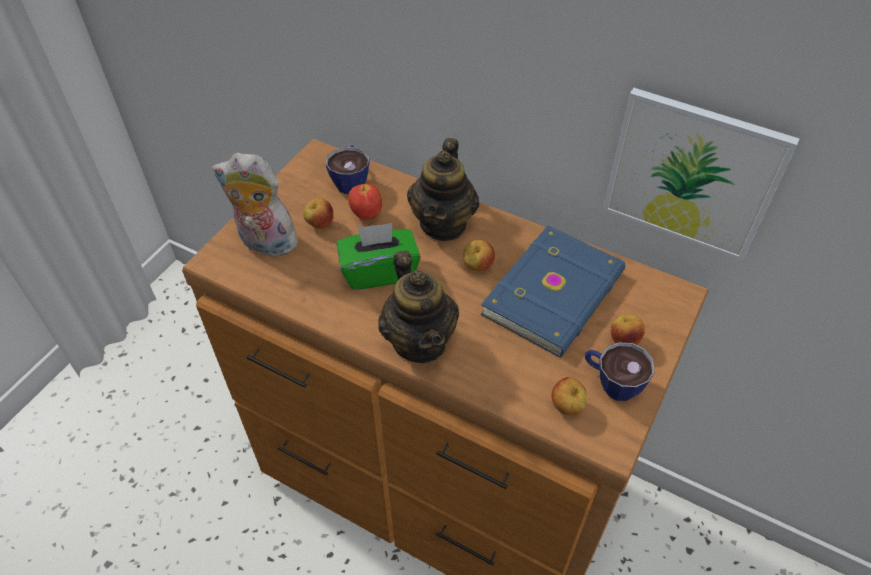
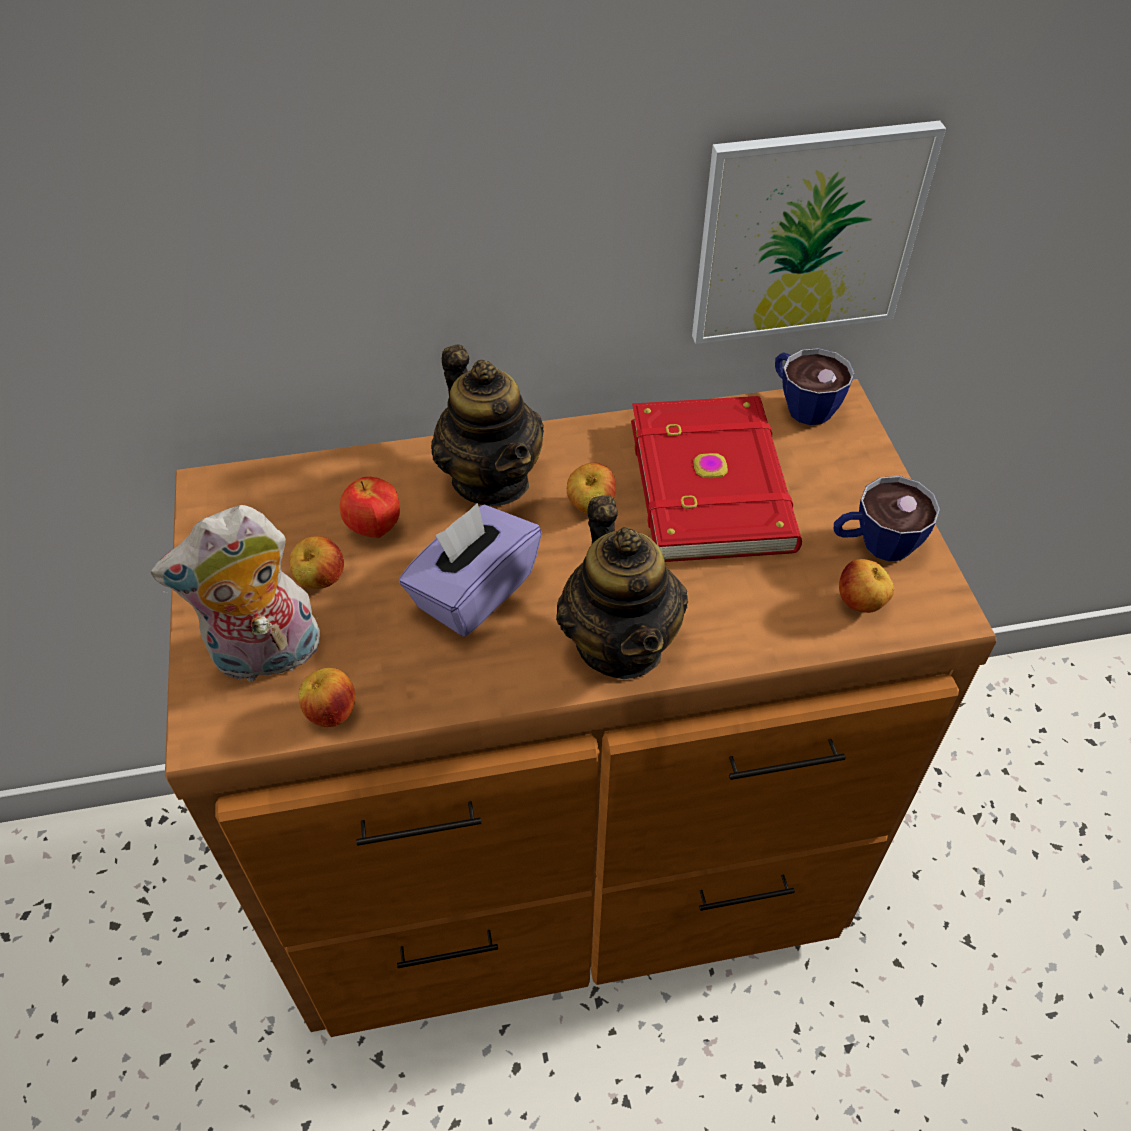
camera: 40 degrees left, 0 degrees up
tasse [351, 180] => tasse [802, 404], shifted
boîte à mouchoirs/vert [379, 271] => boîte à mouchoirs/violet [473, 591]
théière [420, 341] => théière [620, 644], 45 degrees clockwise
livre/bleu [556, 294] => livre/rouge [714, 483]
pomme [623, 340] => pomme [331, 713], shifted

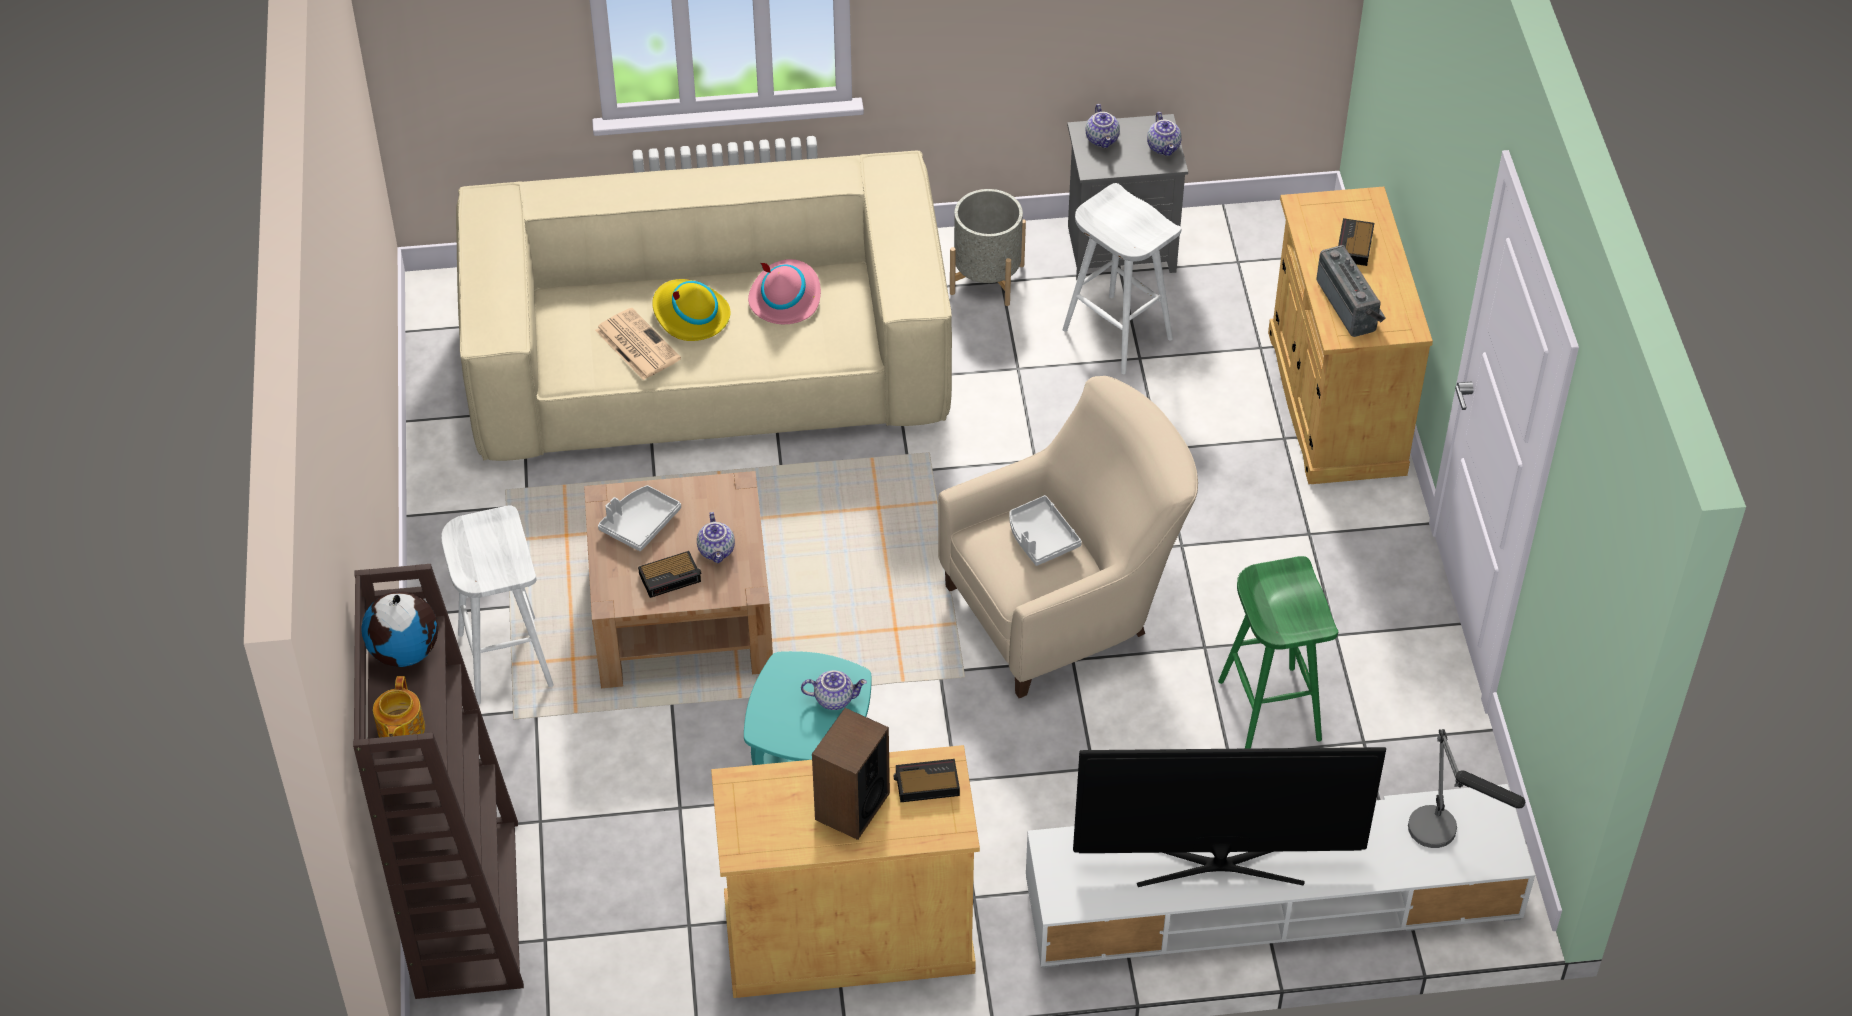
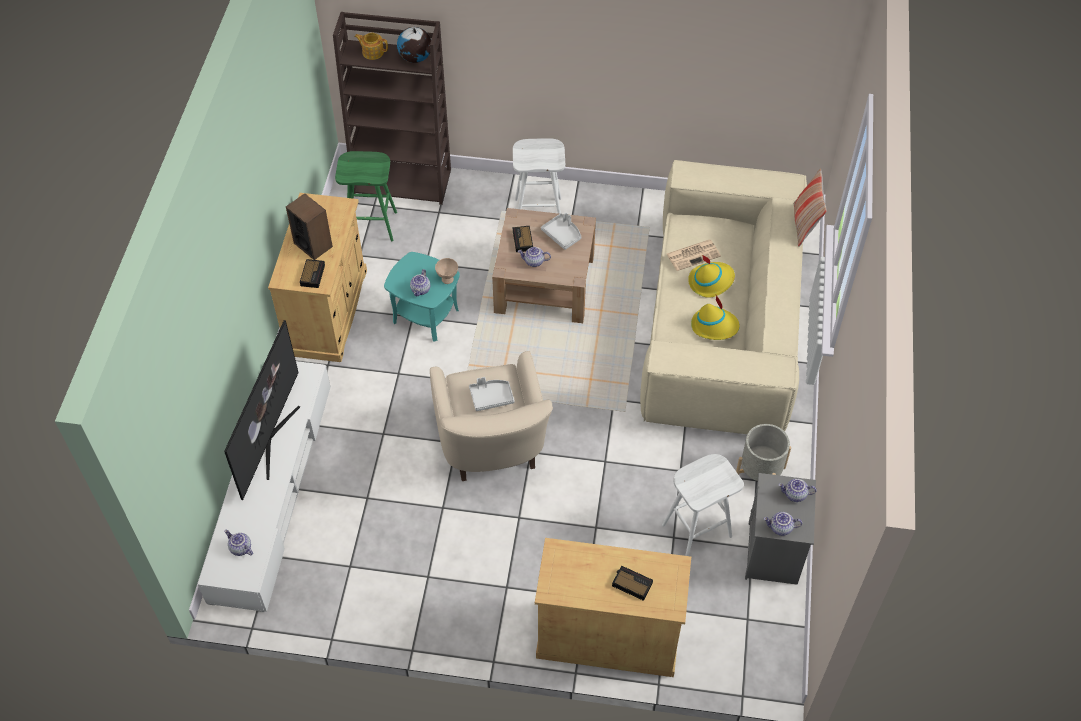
camera: 105 degrees right, 5 degrees up
chapeau/rose [785, 297] => chapeau/jaune [714, 326]
tabouret/vert [1267, 709] => tabouret/vert [372, 225], shifted
radio [1350, 305] => nothing
lampe de table [1444, 836] => théière [240, 548]
nothing => bol/beige [447, 279]
nothing => coussin [804, 225]

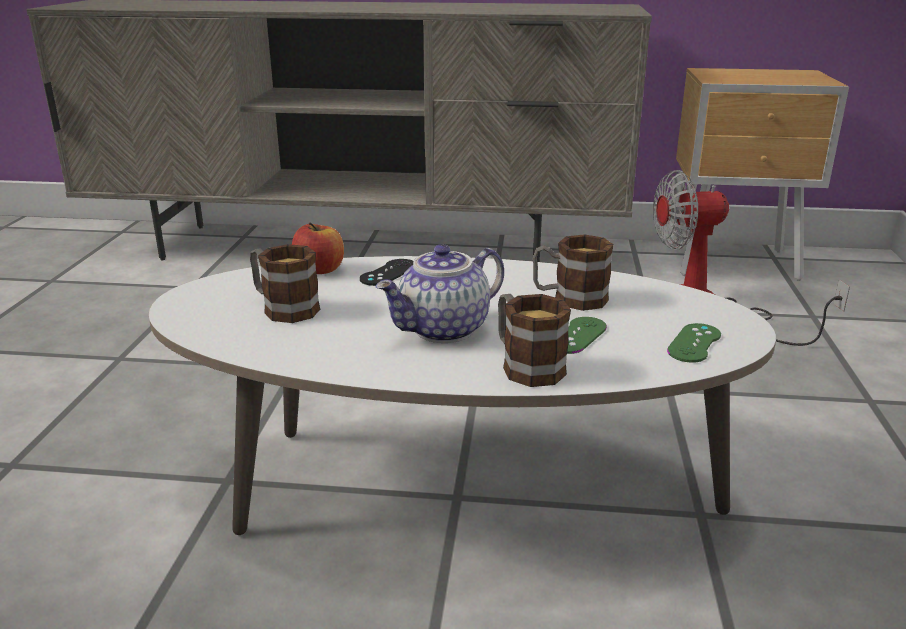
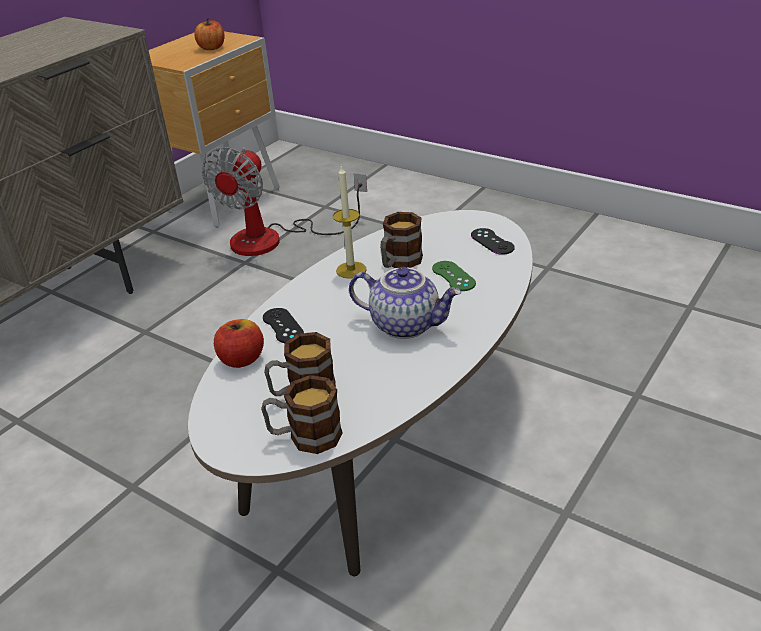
camera: 60 degrees left, 10 degrees up
théière [444, 331] => théière [406, 324], 60 degrees counterclockwise
mug [525, 365] => mug [305, 436], shifted
manette/vert [694, 343] => manette/noir [492, 241]
nothing => pomme [212, 48]
nothing => bougie [351, 270]

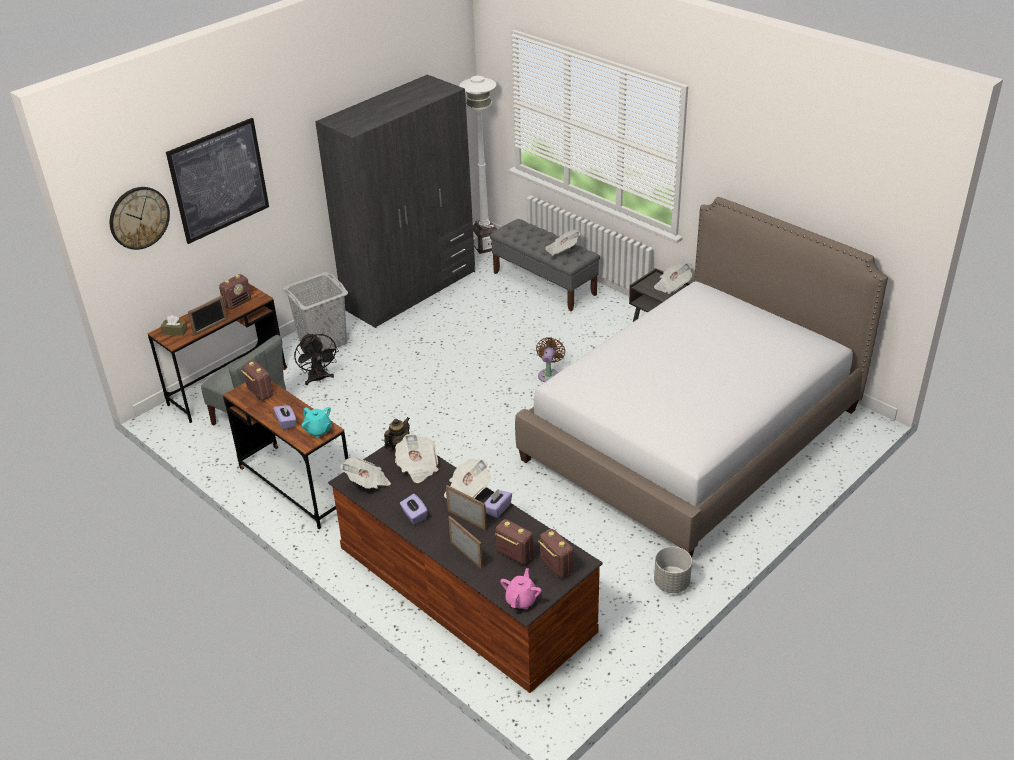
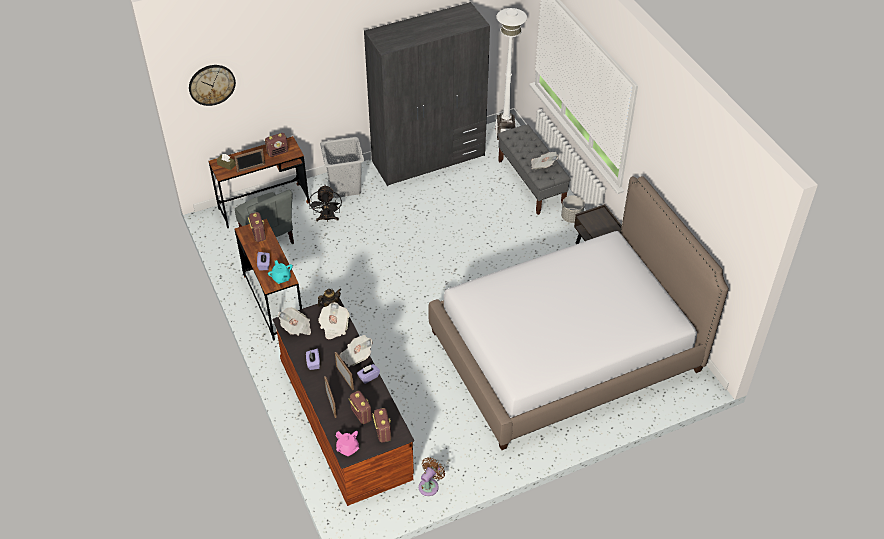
camera: 20 degrees right, 10 degrees up
tableau [219, 180] => nothing
théière/rose [521, 600] => théière/rose [348, 449], 90 degrees clockwise
ventilateur/marron [549, 374] => ventilateur/marron [430, 485], shifted
journal [672, 286] => nothing
cache-pot/gris [671, 583] => cache-pot/gris [572, 217], shifted

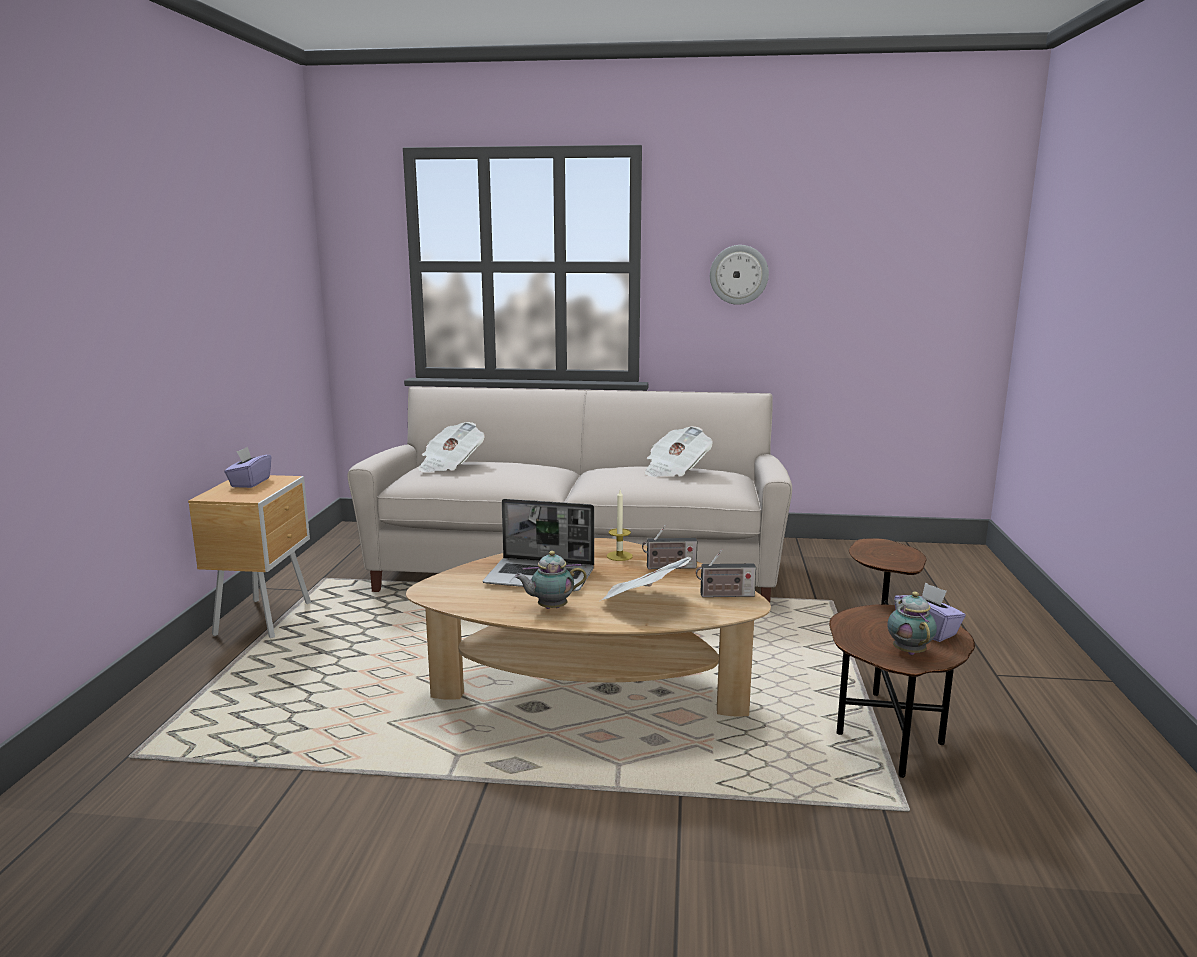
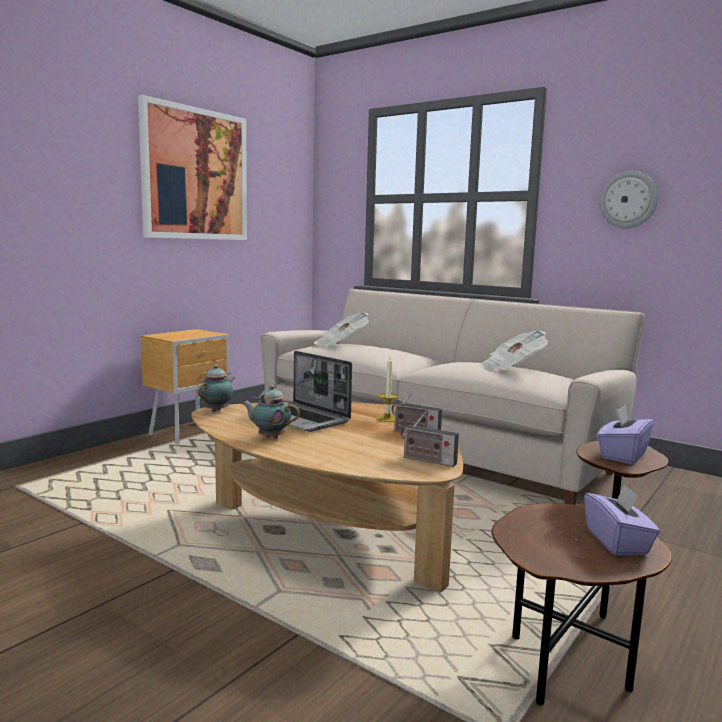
camera: 30 degrees right, 5 degrees down
boîte à mouchoirs/violet [250, 483] => boîte à mouchoirs/violet [622, 455], shifted
journal [643, 602] => nothing
théière [908, 651] => théière [217, 410], shifted
nothing => tableau [195, 174]

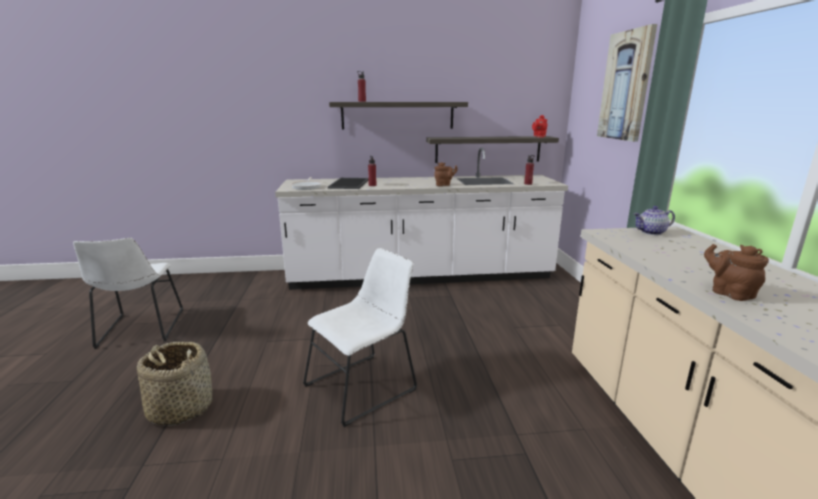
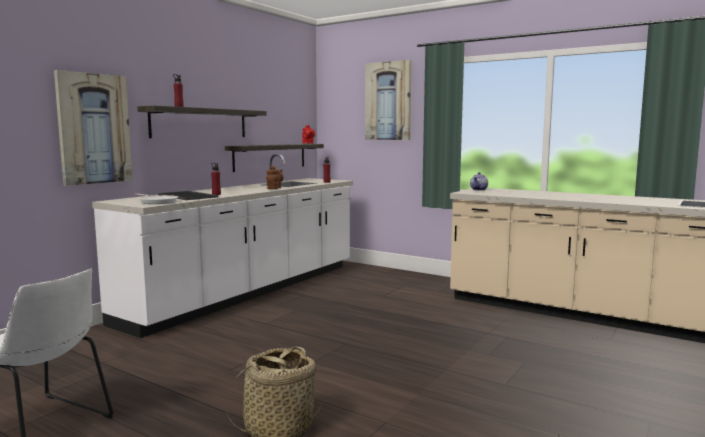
camera: 50 degrees left, 10 degrees down
chaise/blanc [364, 386] => nothing
théière/marron [729, 293] => nothing
nothing => tableau [94, 129]

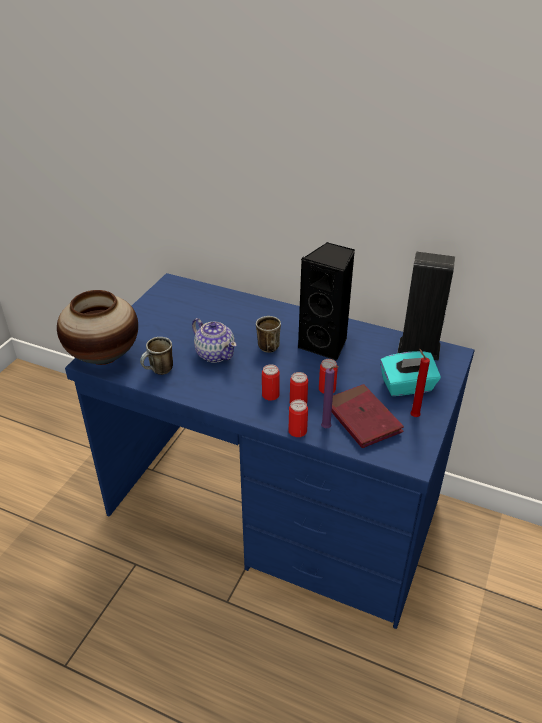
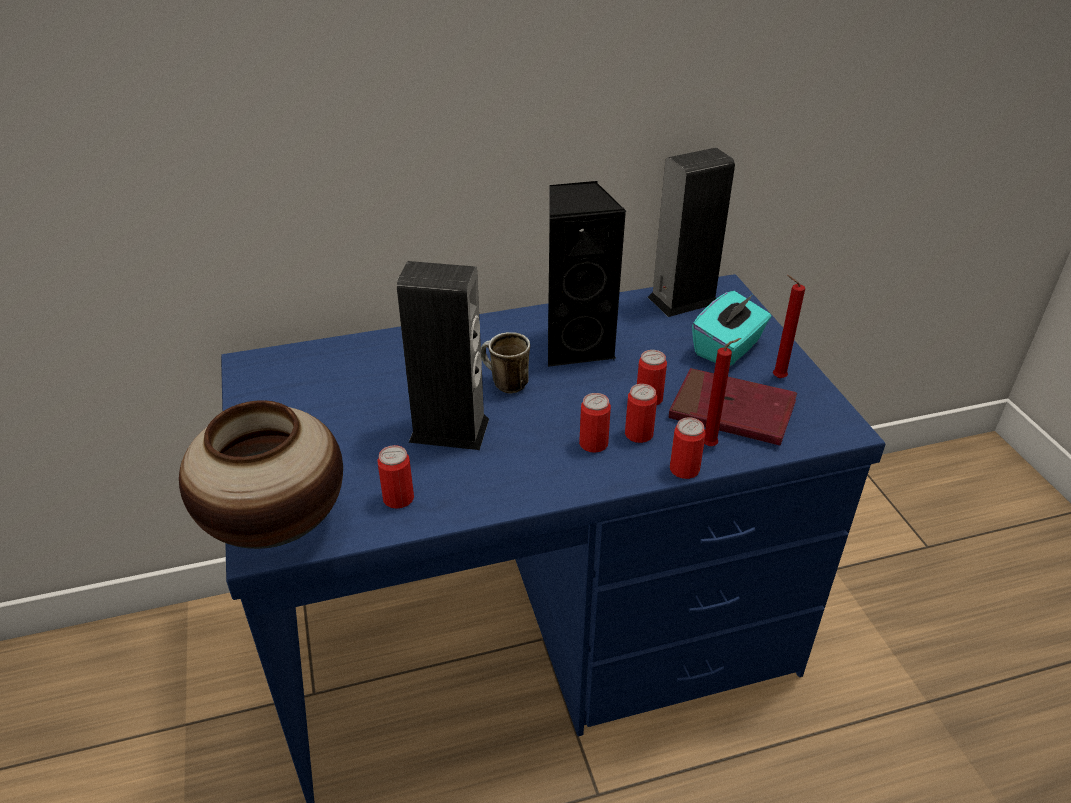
camera: 40 degrees left, 0 degrees up
mug [159, 371] => boîte métallique [398, 498]
théière [215, 354] => enceinte [449, 430]
bougie/violet [327, 428] => bougie/rouge [712, 445]

